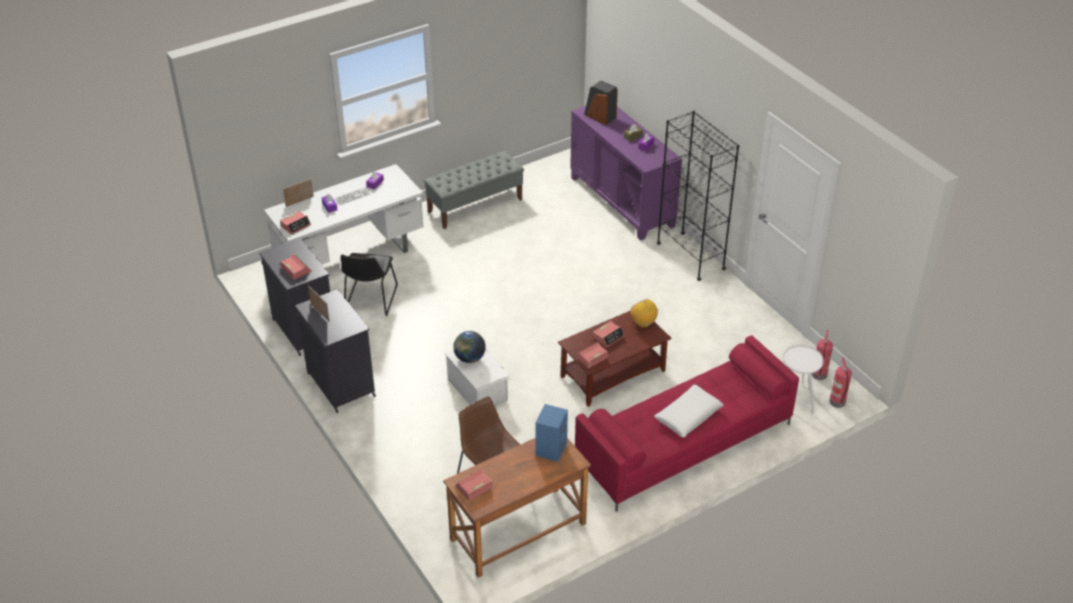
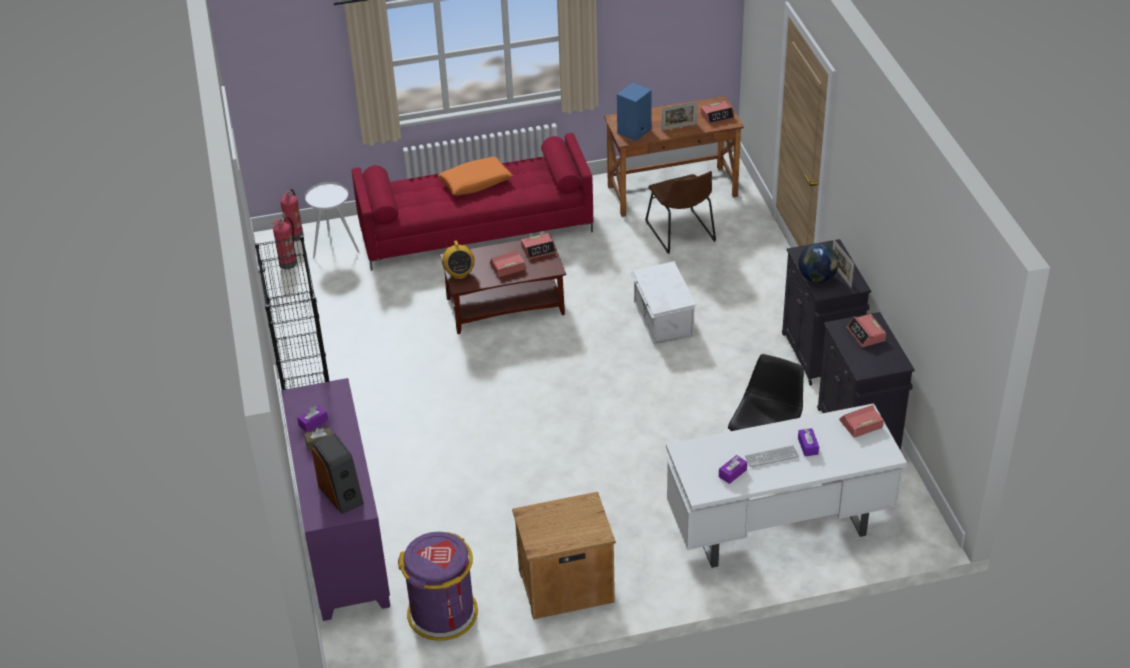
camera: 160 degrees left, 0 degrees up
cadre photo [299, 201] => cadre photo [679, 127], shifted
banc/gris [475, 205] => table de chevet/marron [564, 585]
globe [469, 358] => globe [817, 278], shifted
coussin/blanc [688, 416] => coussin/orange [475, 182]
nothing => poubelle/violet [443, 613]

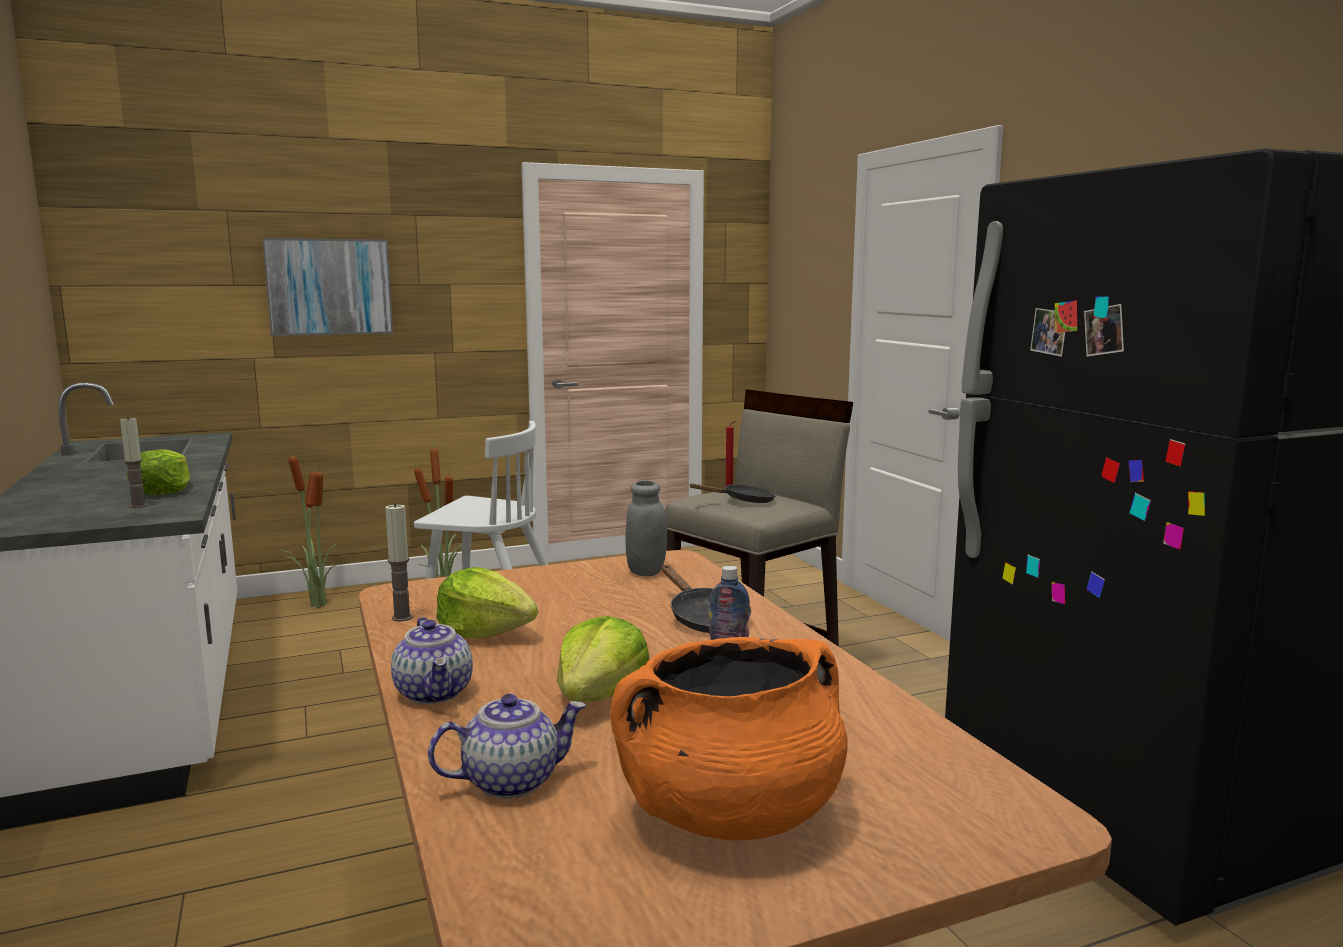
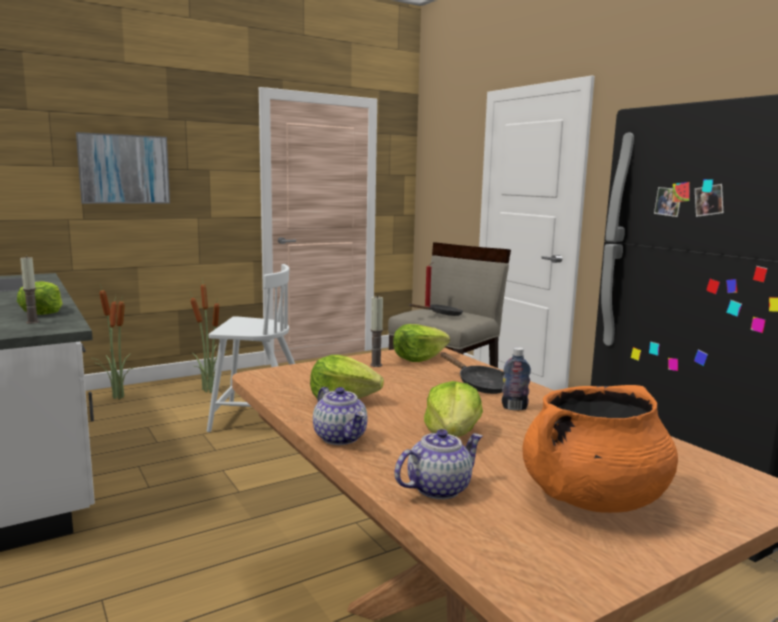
camera: 10 degrees left, 0 degrees up
bougie [402, 617] => bougie [376, 365], shifted
bocal/gris [646, 571] => laitue [418, 358]

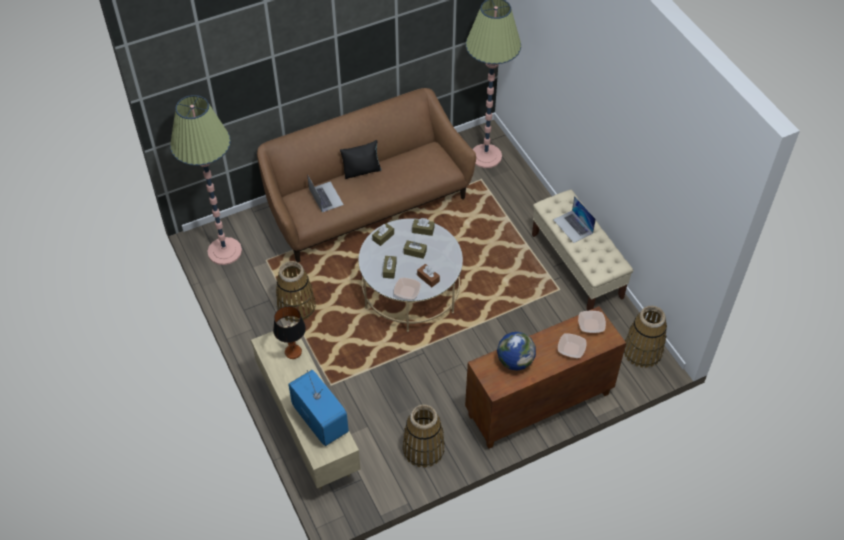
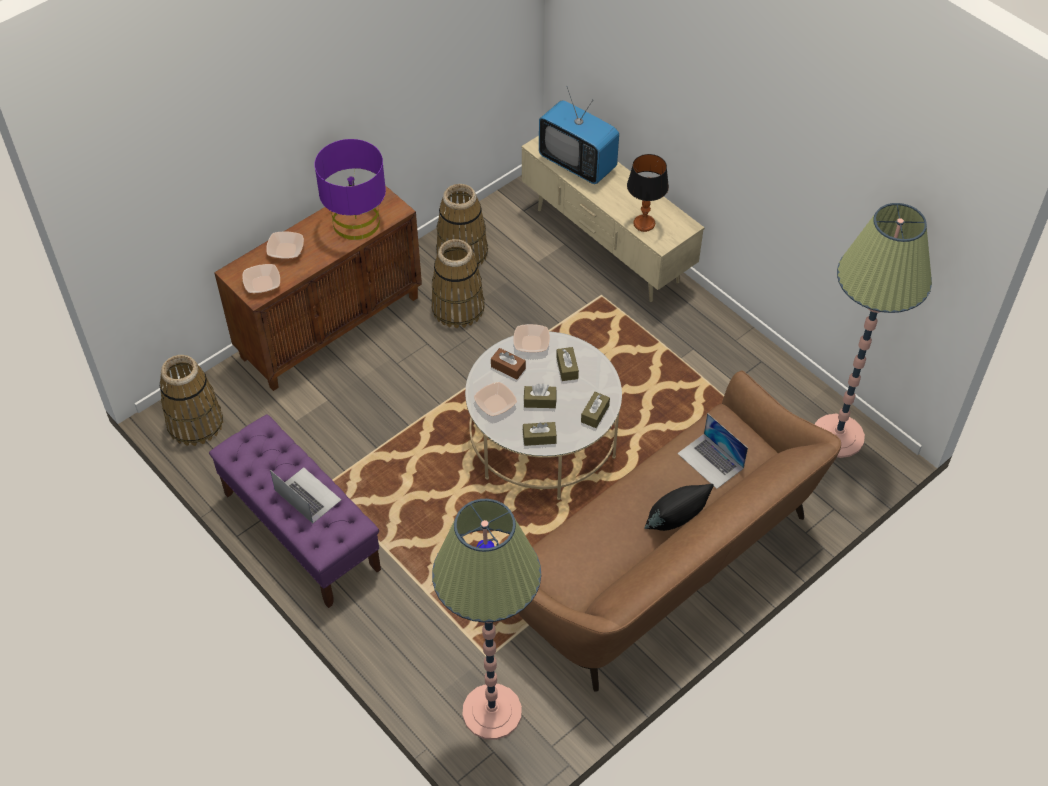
camera: 165 degrees right, 0 degrees up
panier [296, 307] => panier [458, 308], shifted
globe [515, 361] => lampe de table/violet [356, 223]
banc/beige [577, 266] => banc/violet [301, 531]
nothing => bol [495, 404]

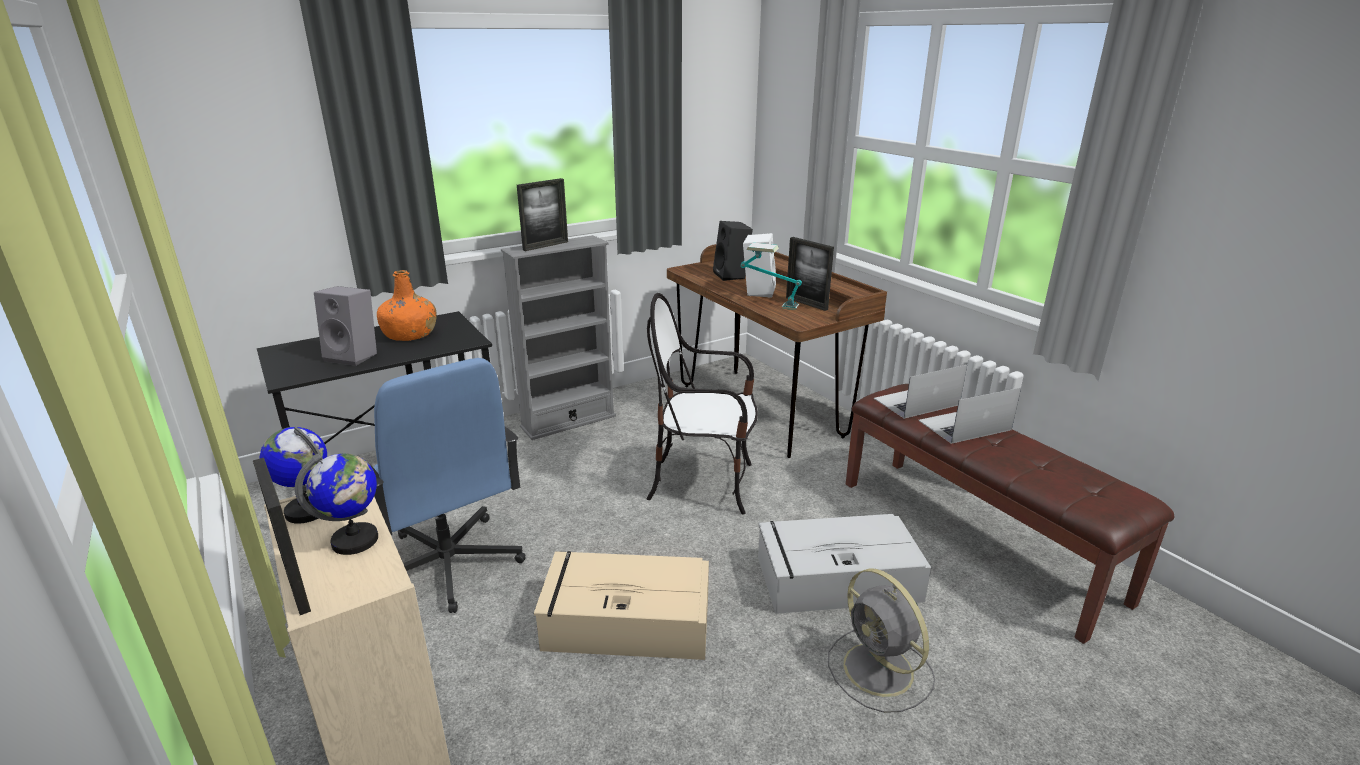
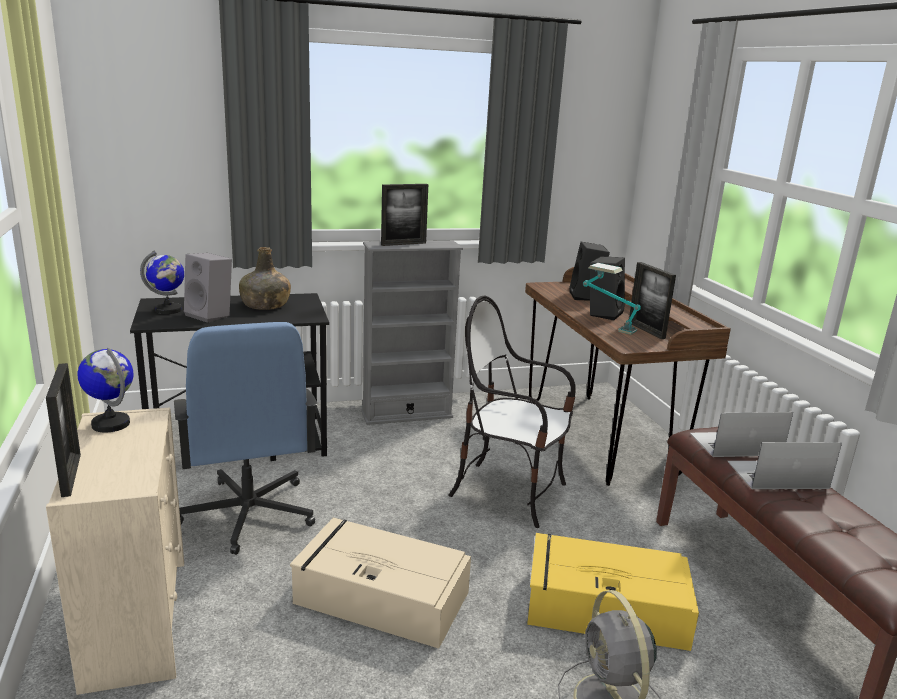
camera: 15 degrees right, 5 degrees down
globe [355, 541] => globe [168, 310], shifted
bouteille/orange [410, 334] => bouteille/vert [265, 305]
enceinte/blanc [757, 291] => enceinte/noir [603, 313]
boîte de rangement/gris [835, 579] => boîte de rangement/jaune [603, 607]

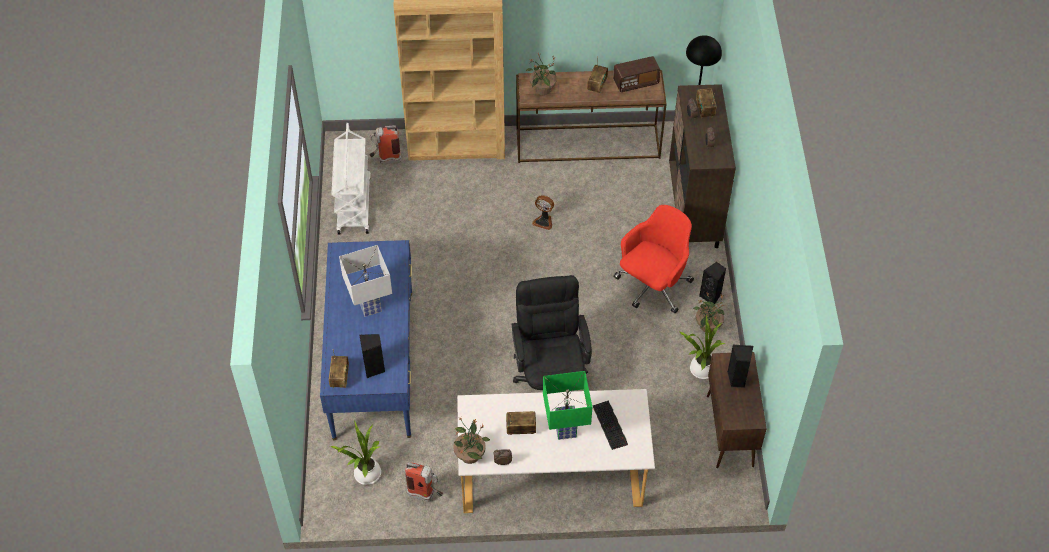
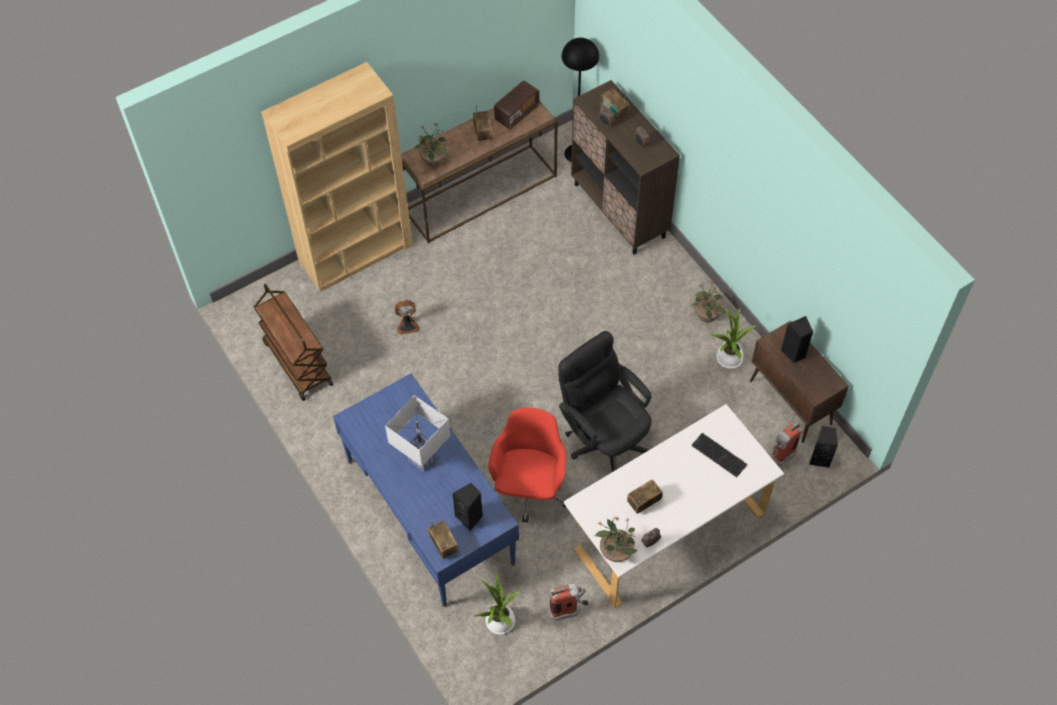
camera: 30 degrees left, 5 degrees up
chariot/blanc [353, 205] => chariot/marron [297, 363]
extincteur [386, 160] => extincteur [778, 460], shifted
ventilateur [543, 221] => ventilateur [407, 325], shifted
lampe de table/vert [566, 430] => nothing
chaise de bureau/rouge [652, 287] => chaise de bureau/rouge [529, 489], shifted
enceinte/noir [711, 296] => enceinte/noir [820, 458], shifted

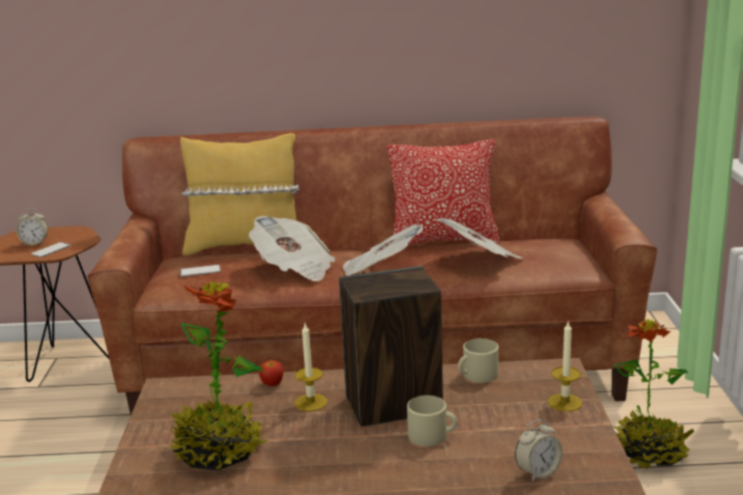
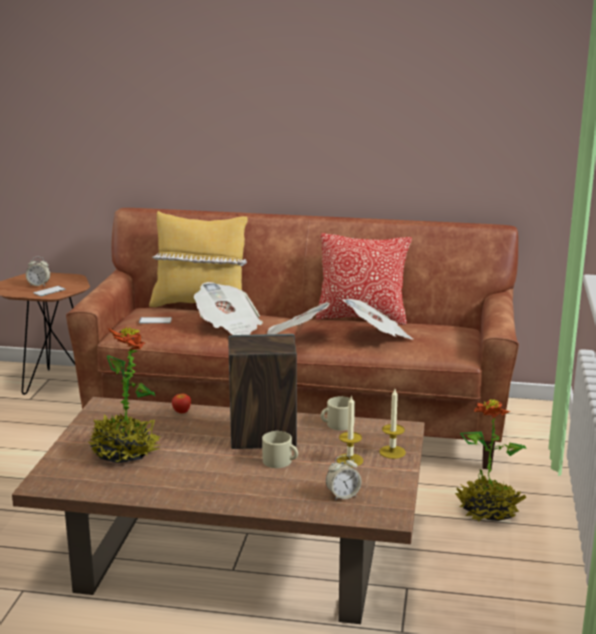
camera: 10 degrees right, 0 degrees up
bougie [311, 402] => bougie [350, 460], shifted

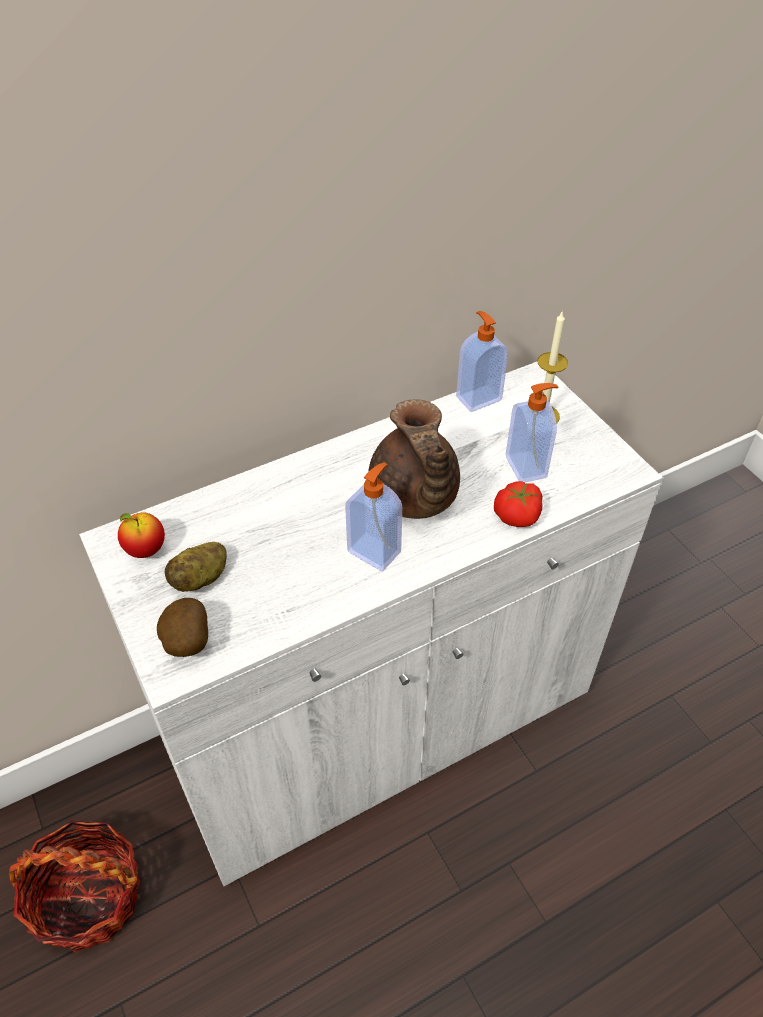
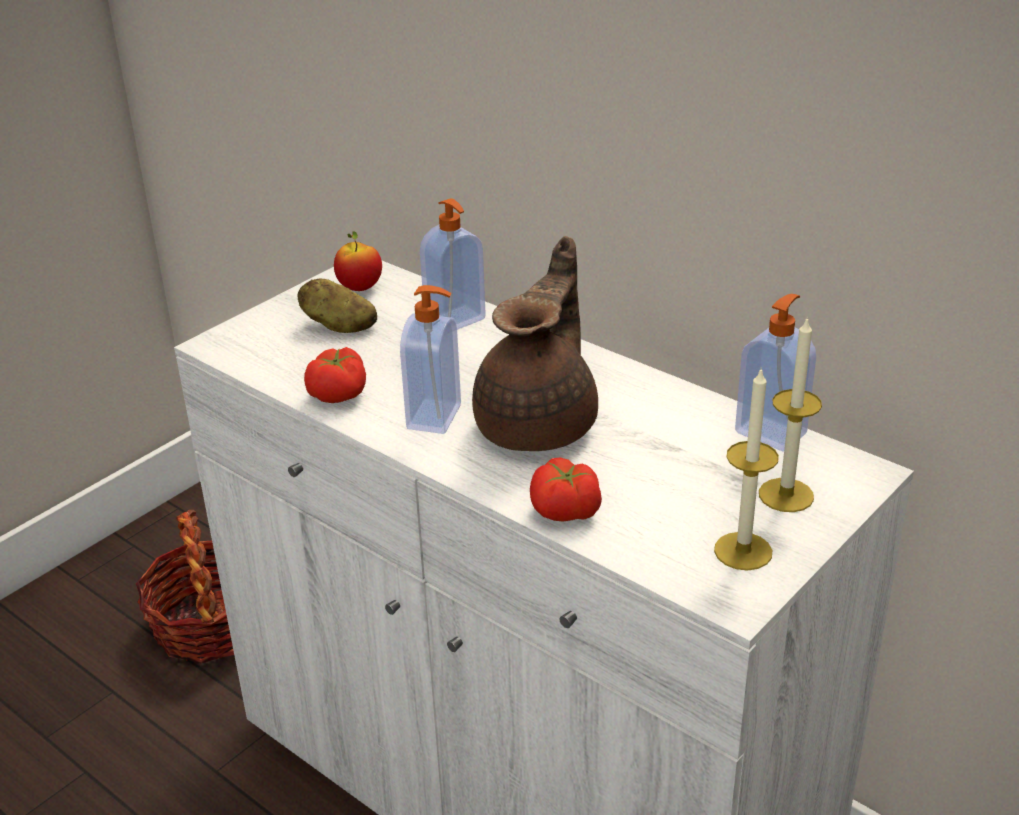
camera: 70 degrees right, 15 degrees down
pomme de terre [186, 644] => nothing
théière/marron [414, 498] => théière/marron [540, 424], 150 degrees clockwise
distributeur de savon [527, 467] => distributeur de savon [456, 321], shifted
nothing => tomate [339, 394]
nothing => bougie [743, 551]

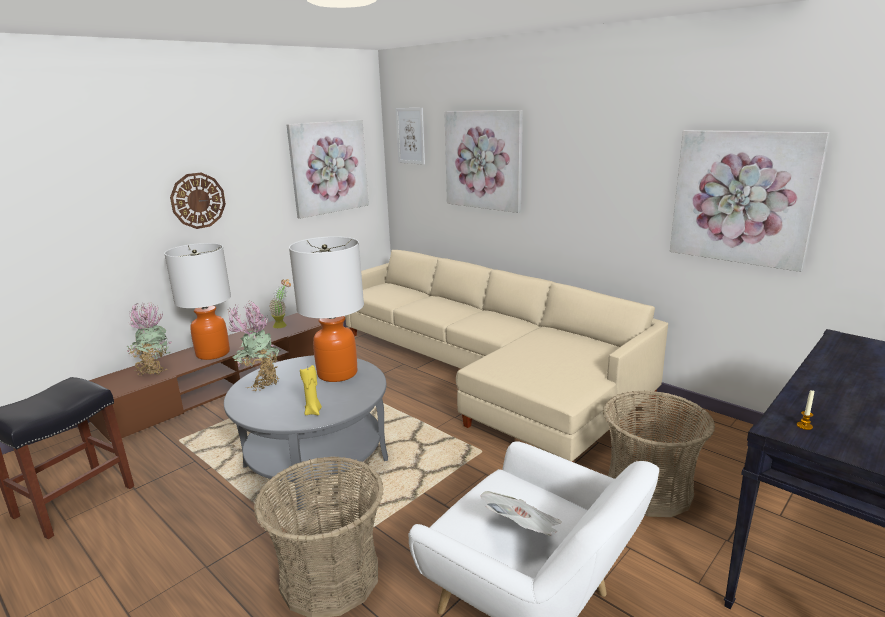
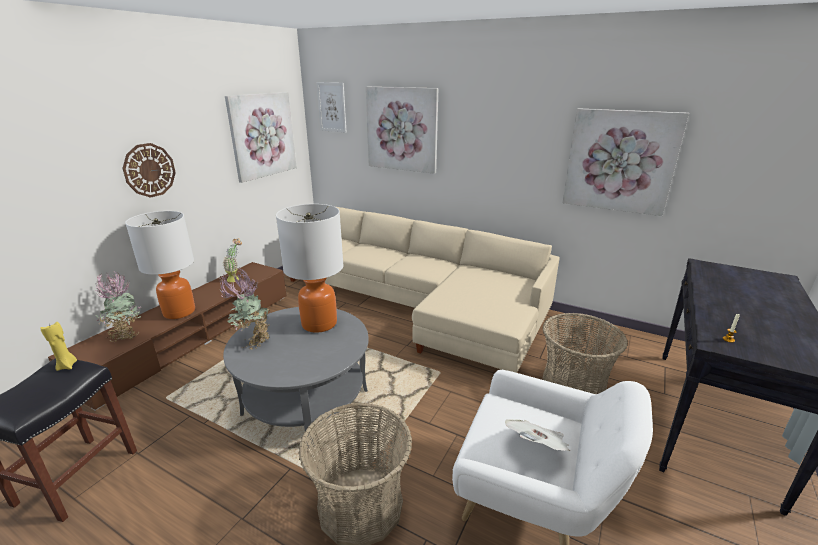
camera: 15 degrees left, 5 degrees up
bougie/jaune [313, 412] => bougie/jaune [67, 366], shifted

